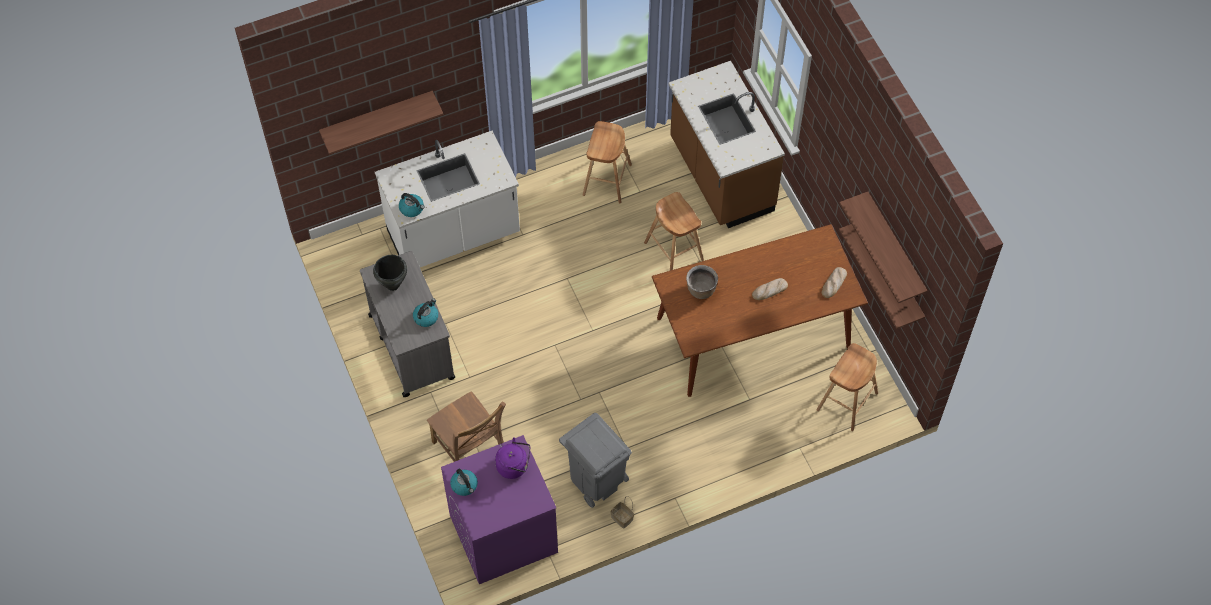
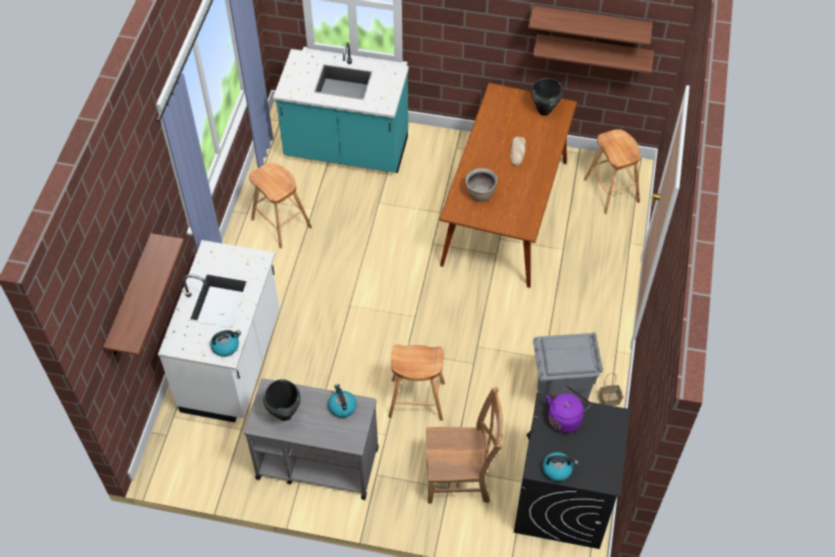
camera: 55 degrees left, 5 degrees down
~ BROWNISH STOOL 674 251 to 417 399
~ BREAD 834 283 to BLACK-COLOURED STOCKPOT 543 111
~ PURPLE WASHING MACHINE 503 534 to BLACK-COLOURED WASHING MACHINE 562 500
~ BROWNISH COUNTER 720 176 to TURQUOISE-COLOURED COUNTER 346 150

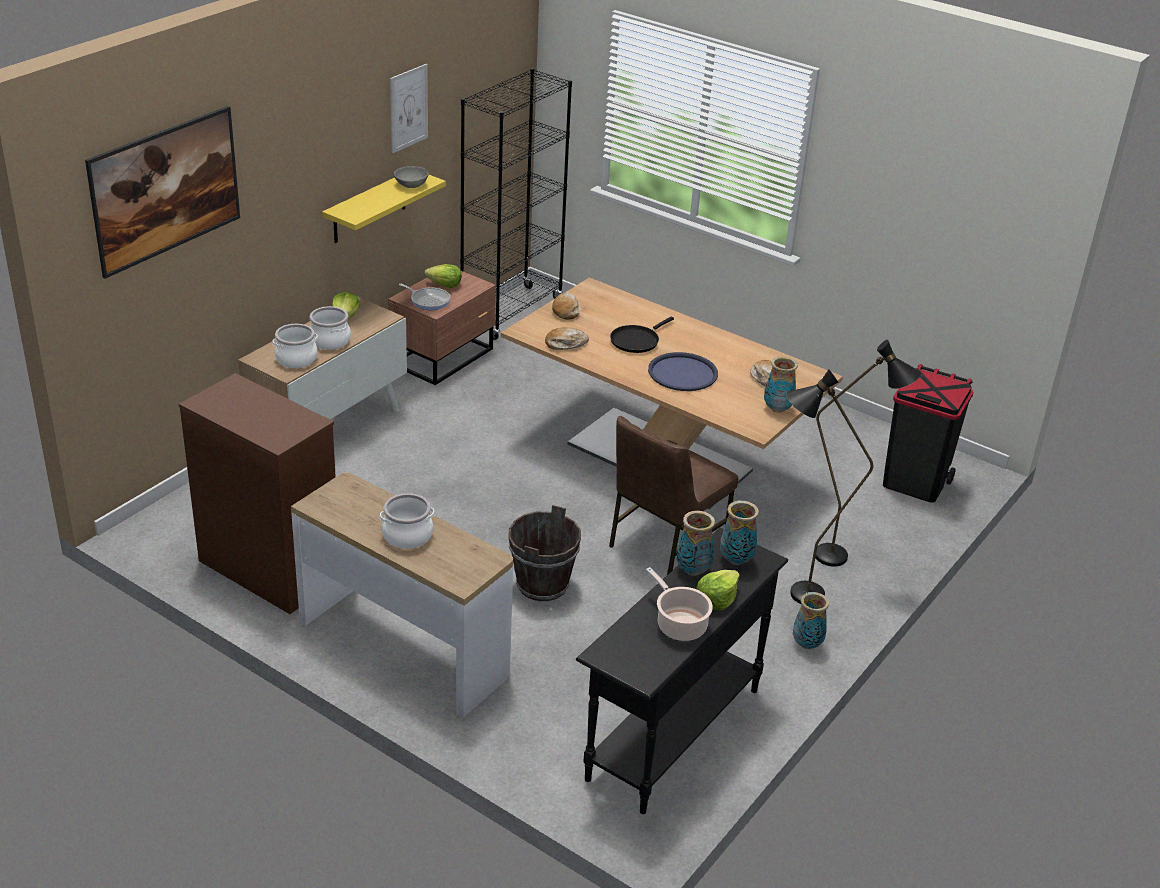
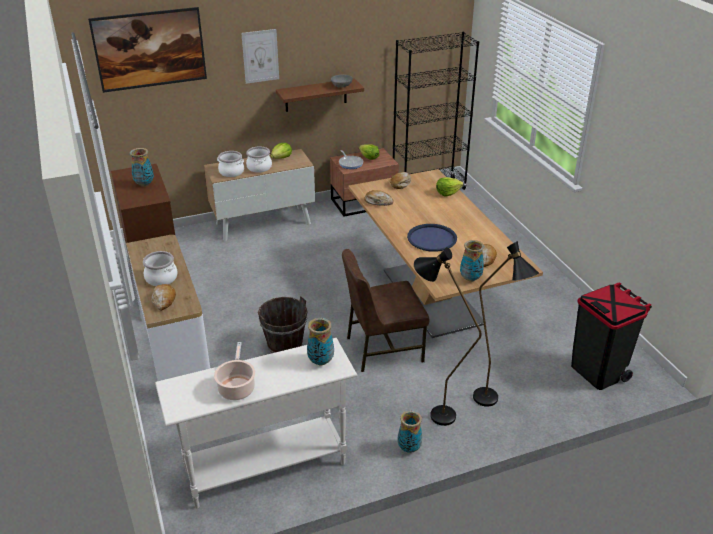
camera: 35 degrees right, 0 degrees up
- BLACK-COLOURED SKILLET 636 340
+ BREAD 164 300
~ PICTURE 408 108 to 260 56
~ FLOWER VASE 693 571 to 144 184
~ LETTUCE 717 599 to 447 192
~ YELLOW-COLOURED SHELF 369 207 to BROWNISH SHELF 316 95
~ BLACK-COLOURED HALL TABLE 672 734 to WHITE-COLOURED HALL TABLE 265 467

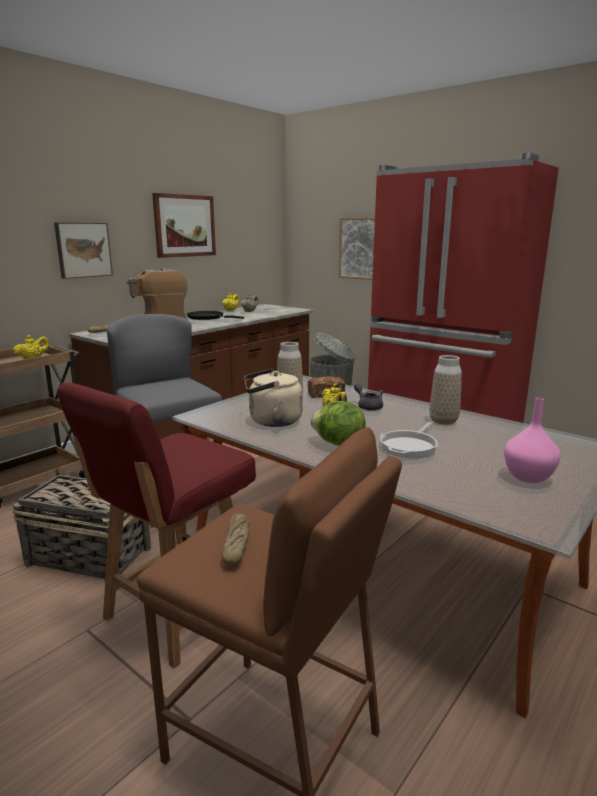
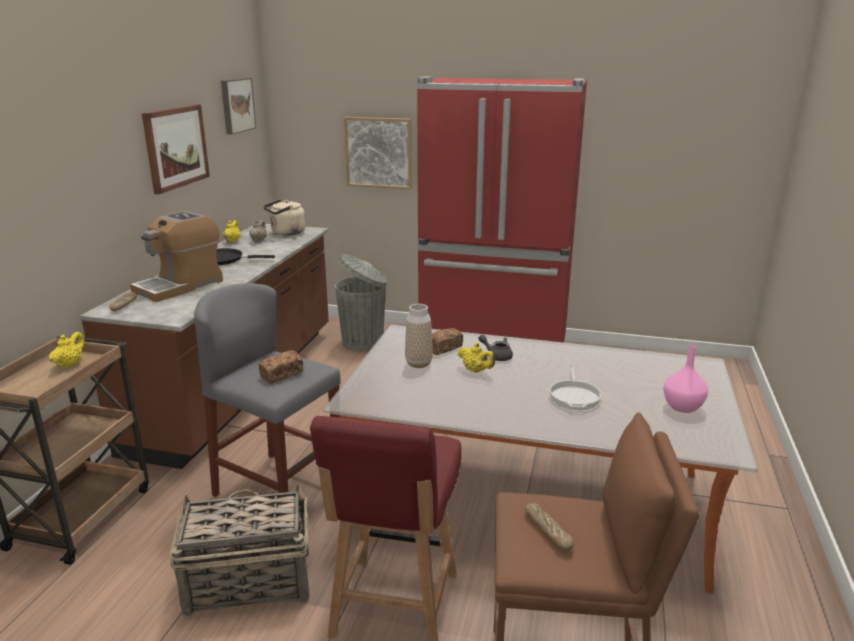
camera: 25 degrees left, 5 degrees up
- LETTUCE 338 443
- FLOWER VASE 443 421
+ BREAD 282 375
~ PICTURE 83 250 to 236 105
~ BEIGE TEA KETTLE 272 421 to 286 233

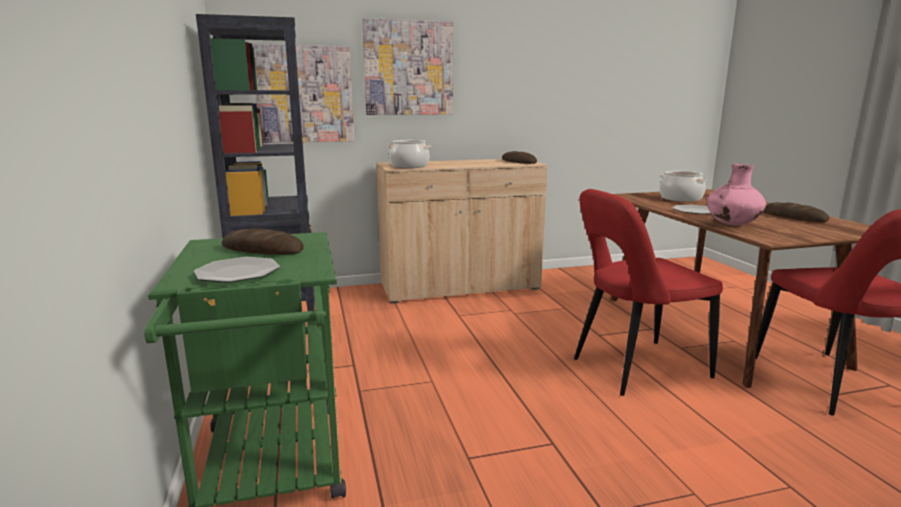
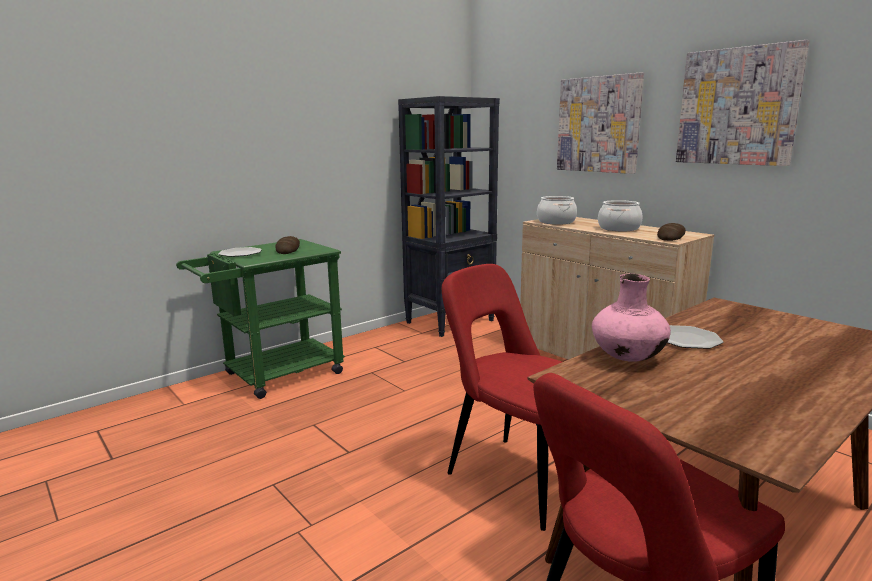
camera: 65 degrees right, 0 degrees up
- BREAD 793 217
~ PICTURE 305 94 to 737 107
~ STOCKPOT 680 198 to 618 228

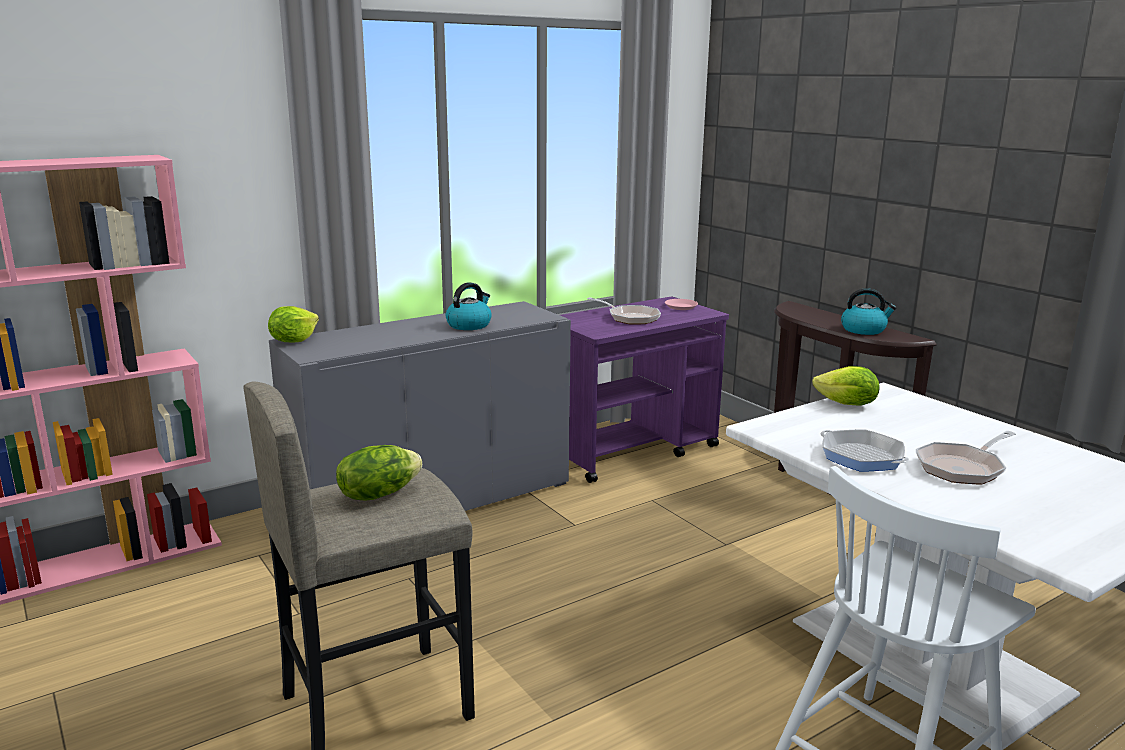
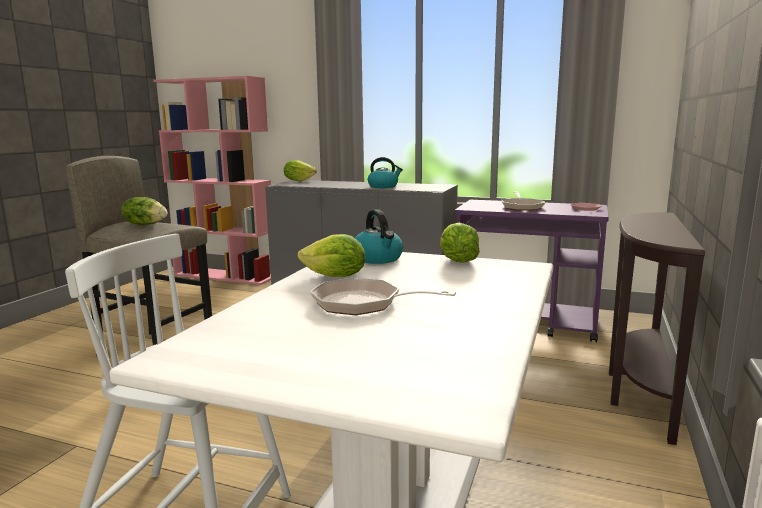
camera: 55 degrees right, 5 degrees down
~ TEA KETTLE 864 330 to 378 259
~ SKILLET 861 457 to LETTUCE 335 277

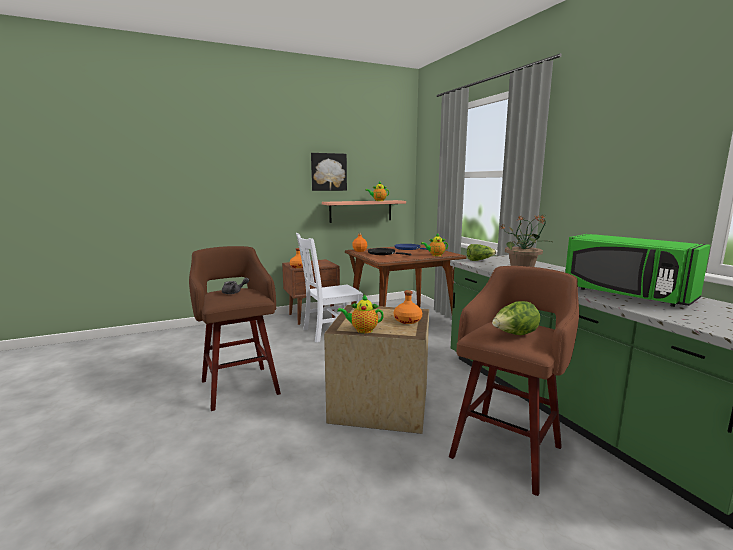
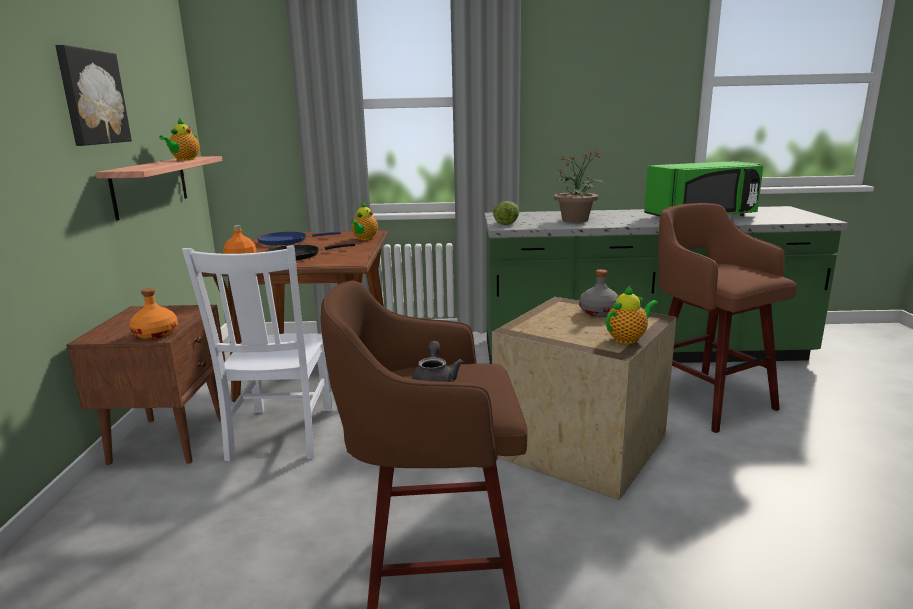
camera: 65 degrees left, 5 degrees up
- LETTUCE 514 335
~ ORANGEY DRINK BOTTLE 407 321 to GRAY DRINK BOTTLE 599 312
~ POT FOR TEA 362 330 = 628 339 150 degrees counterclockwise

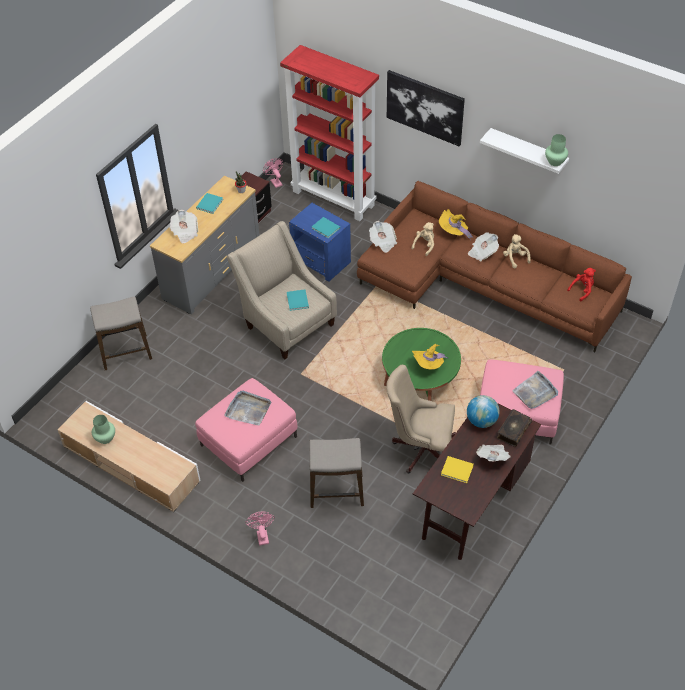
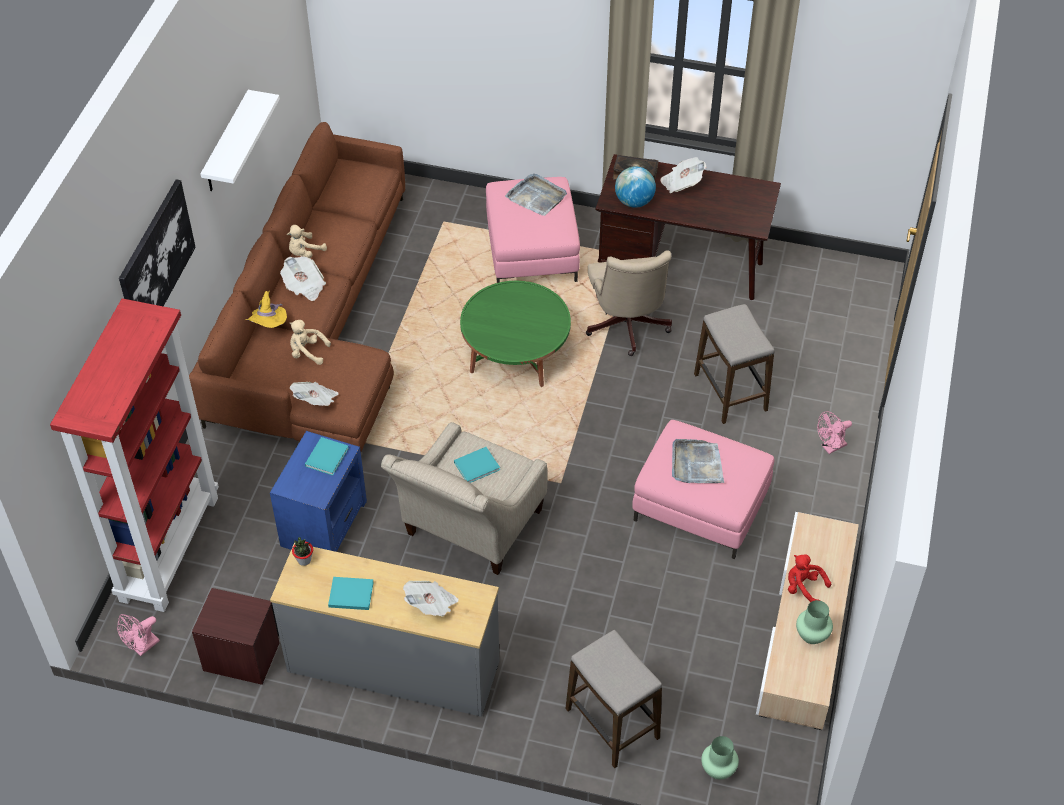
camera: 110 degrees left, 0 degrees up
- YELLOW-COLOURED HAT 428 365
- YELLOW-COLOURED VOLUME 458 470
~ GREENISH FLOWER VASE 555 161 to 717 769
~ REDDISH CUDDLY TOY 582 290 to 803 588

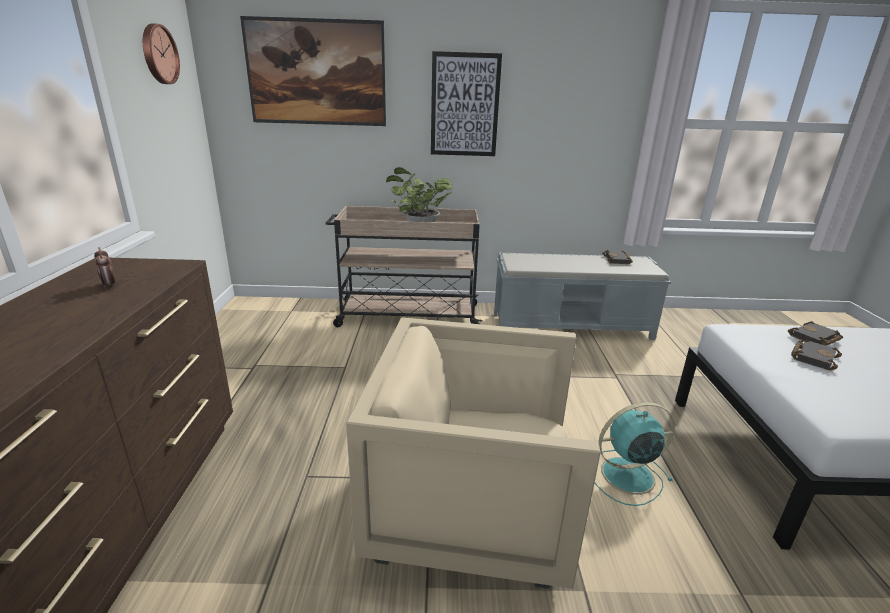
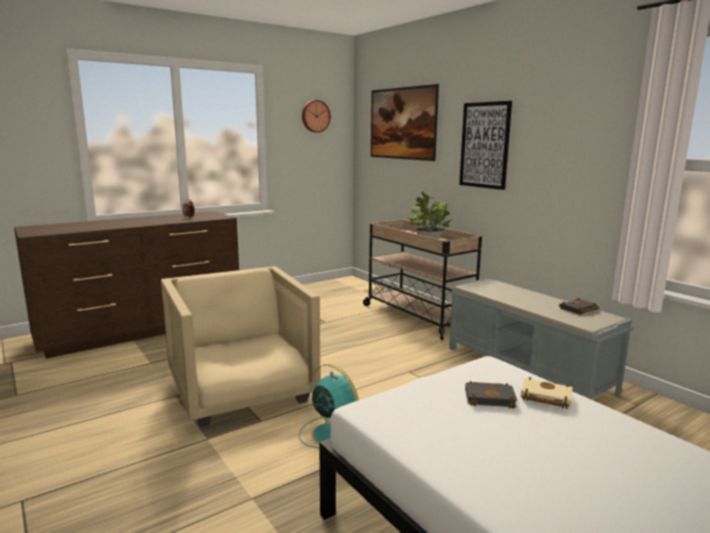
camera: 55 degrees right, 10 degrees down
~ BLACK-COLOURED VOLUME 814 338 to BEIGE VOLUME 544 397

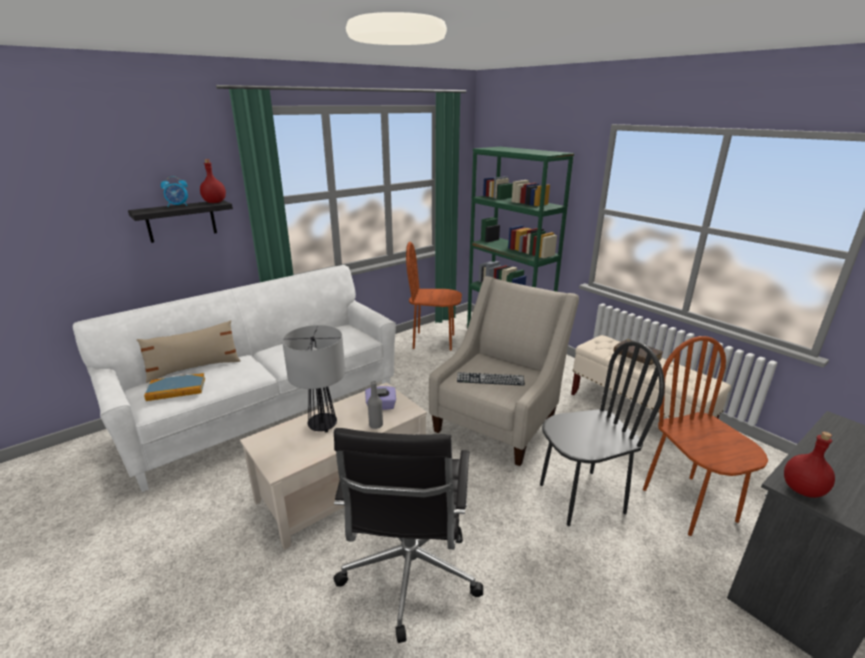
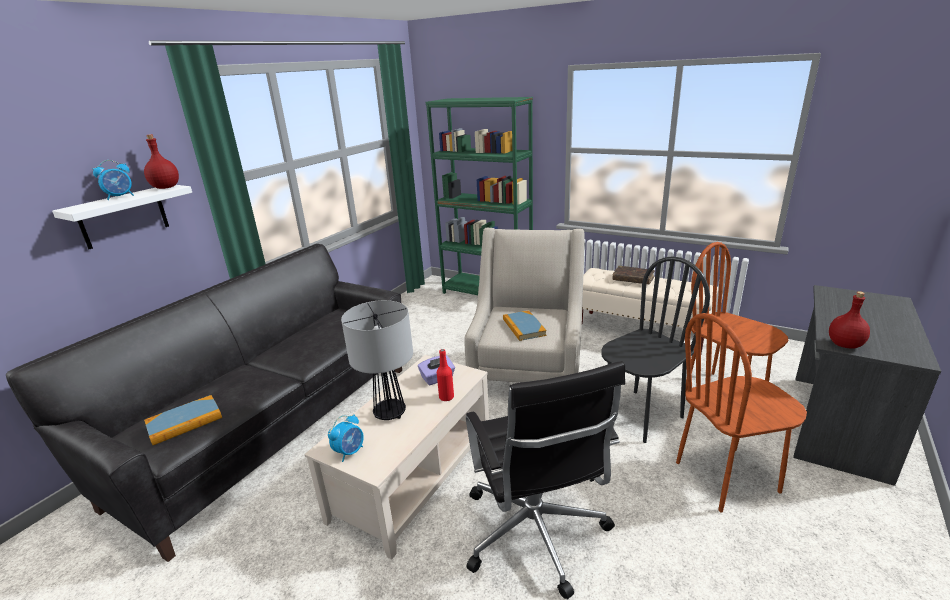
camera: 20 degrees left, 0 degrees up
- BEIGE PILLOW 194 368
+ ALARM CLOCK 350 452
~ BROWNISH PLAIN CHAIR 434 341 to 727 477
~ KEYBOARD 490 379 to VOLUME 523 327
~ WHITE-COLOURED SETTEE 266 413 to BLACK-COLOURED SETTEE 274 429
~ BLACK-COLOURED SHELF 181 221 to WHITE-COLOURED SHELF 123 216
~ GRAY DRINK BOTTLE 376 425 to REDDISH DRINK BOTTLE 446 397

